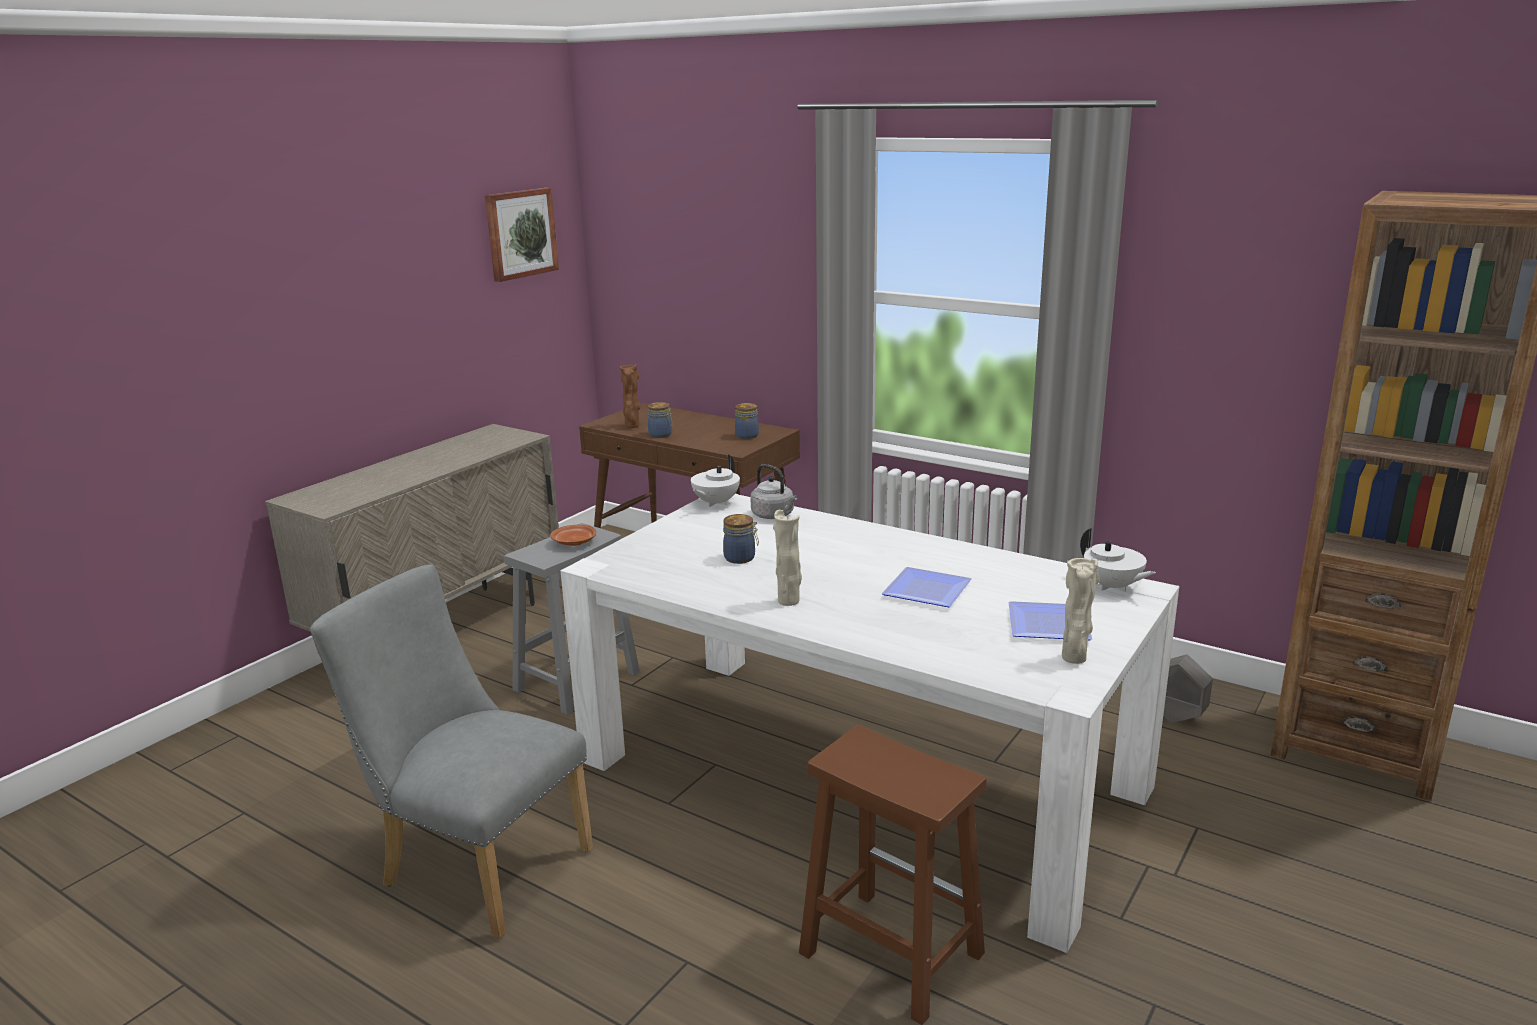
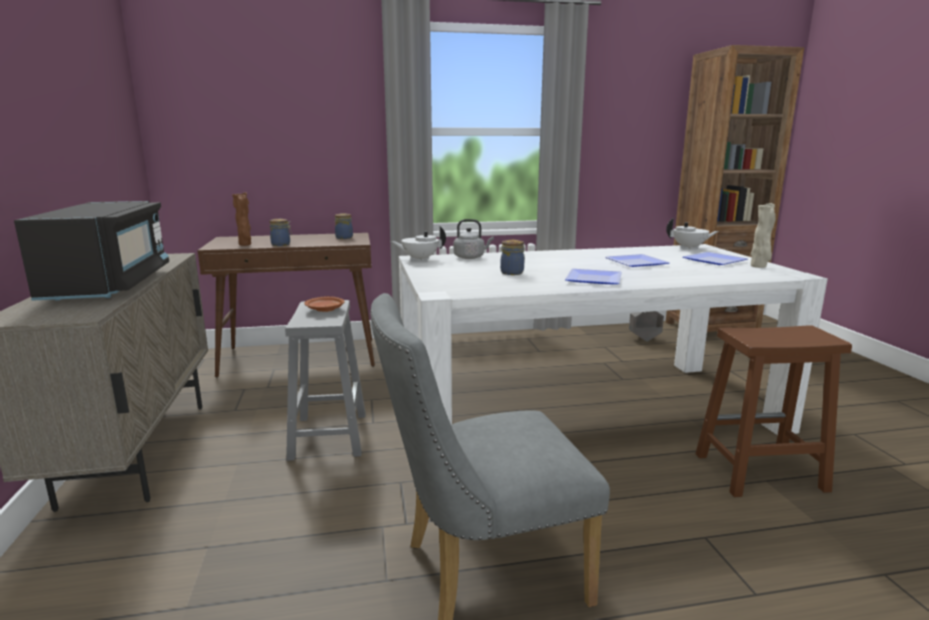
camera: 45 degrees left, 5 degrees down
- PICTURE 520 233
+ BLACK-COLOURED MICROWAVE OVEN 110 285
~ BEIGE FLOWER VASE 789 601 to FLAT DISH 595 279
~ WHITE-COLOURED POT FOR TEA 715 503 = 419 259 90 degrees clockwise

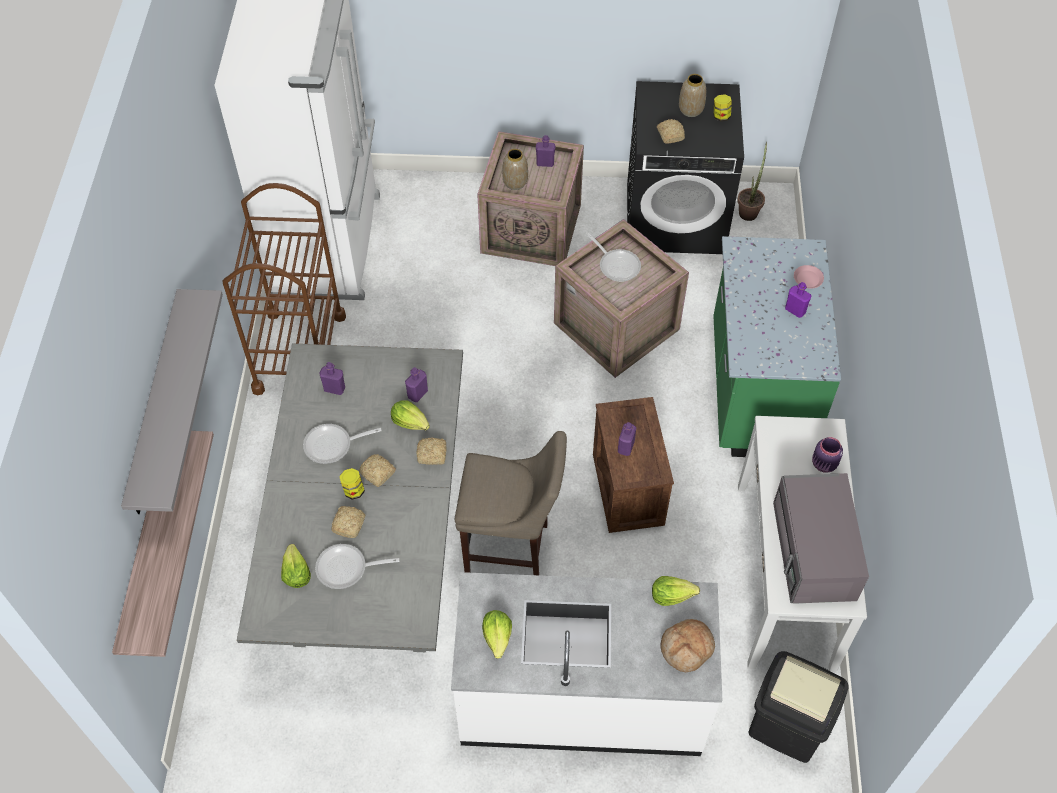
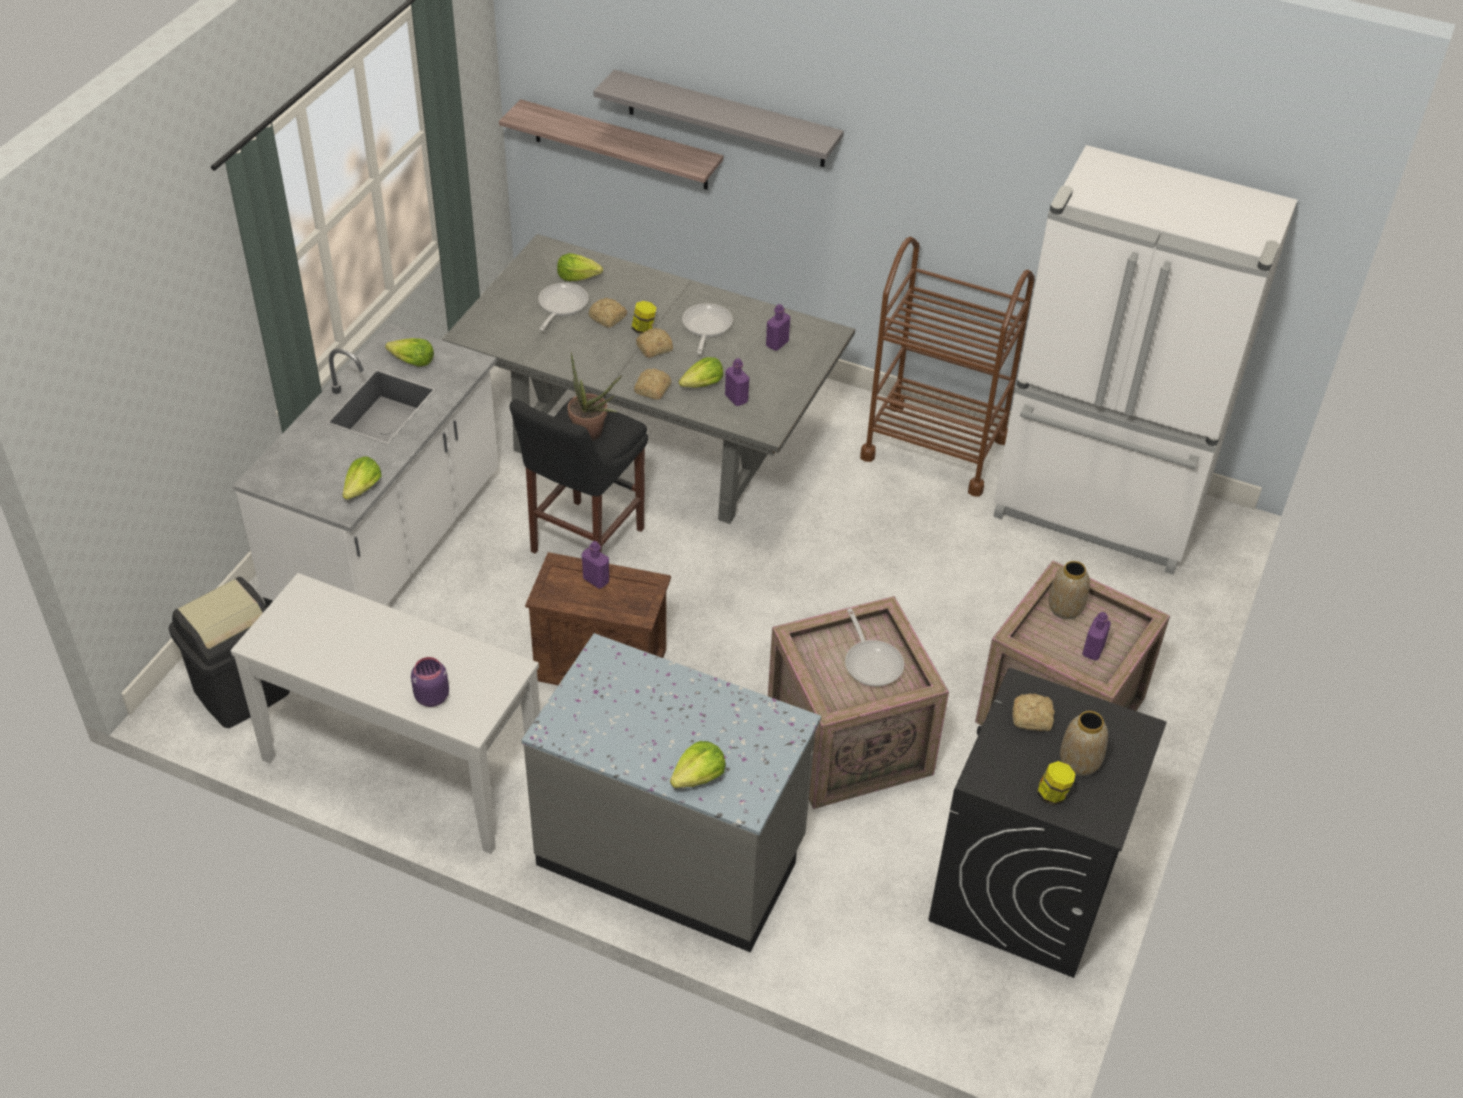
camera: 110 degrees right, 10 degrees down
- BREAD 687 648
- GRAY MICROWAVE OVEN 814 552
- PURPLE DRINK BOTTLE 795 310
~ HOUSEPLANT 749 210 to 593 435
~ PINK FLAT DISH 807 279 to LETTUCE 698 777
~ BEIGE STOOL 512 551 to BLACK-COLOURED STOOL 583 543
~ GREENISH COUNTER 756 390 to GRAY COUNTER 672 853
~ SKILLET 617 265 = 872 662 90 degrees counterclockwise

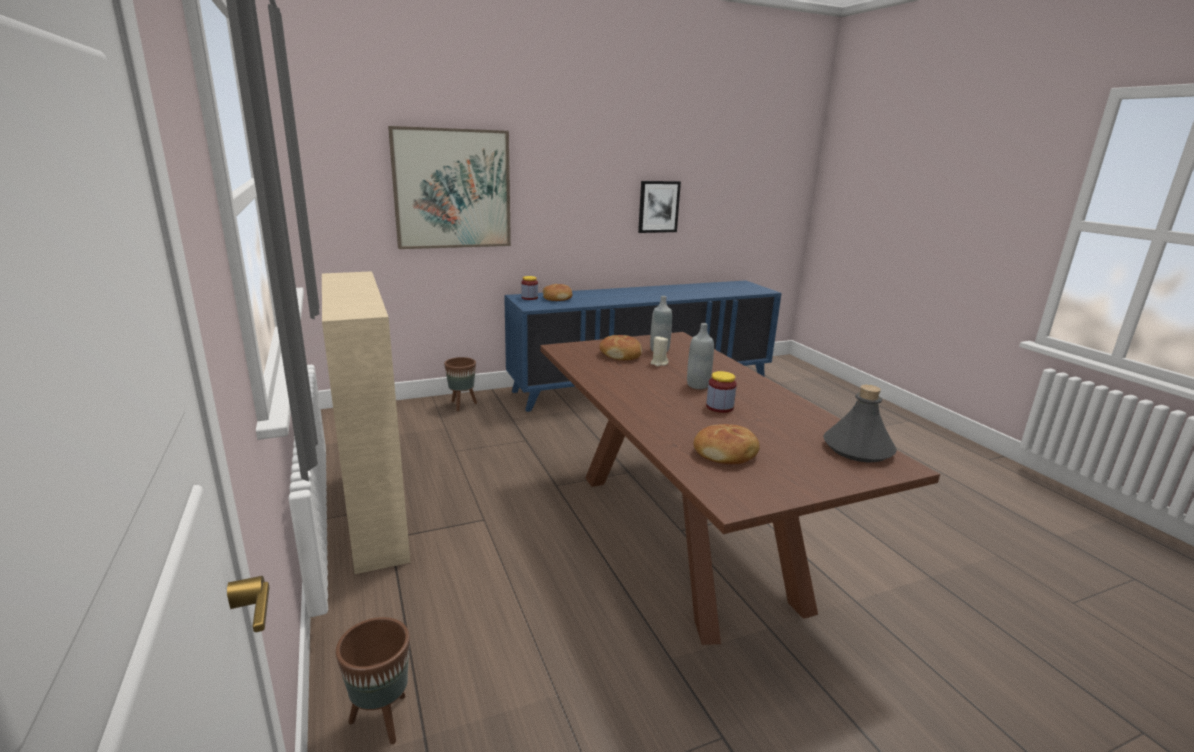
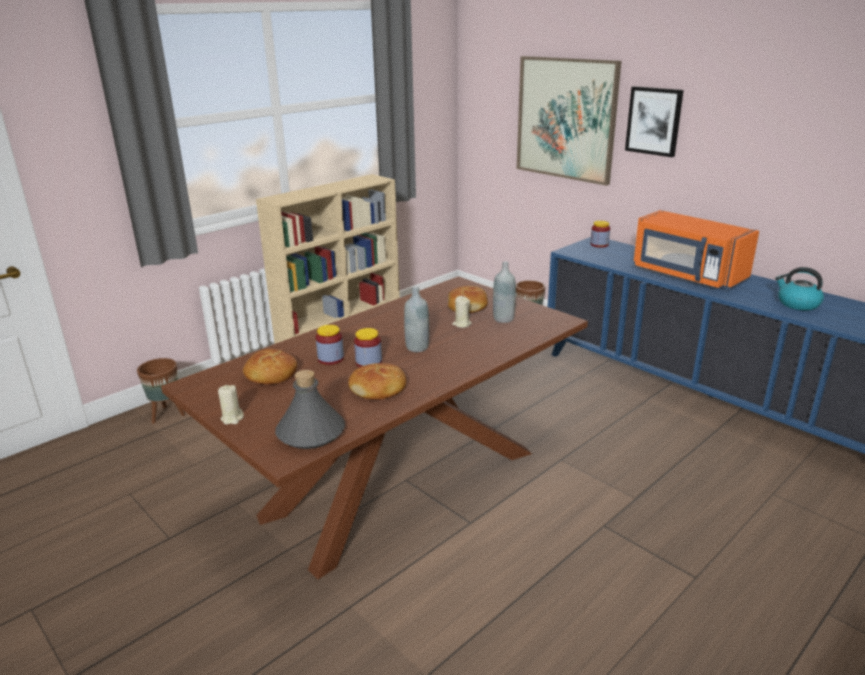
camera: 70 degrees right, 5 degrees up
+ BEIGE CANDLE 232 418
+ JAR 330 359
+ ORANGEY MICROWAVE OVEN 687 275
+ TEA KETTLE 797 304
~ BREAD 557 298 to 379 389
~ PICTURE 658 206 to 654 121

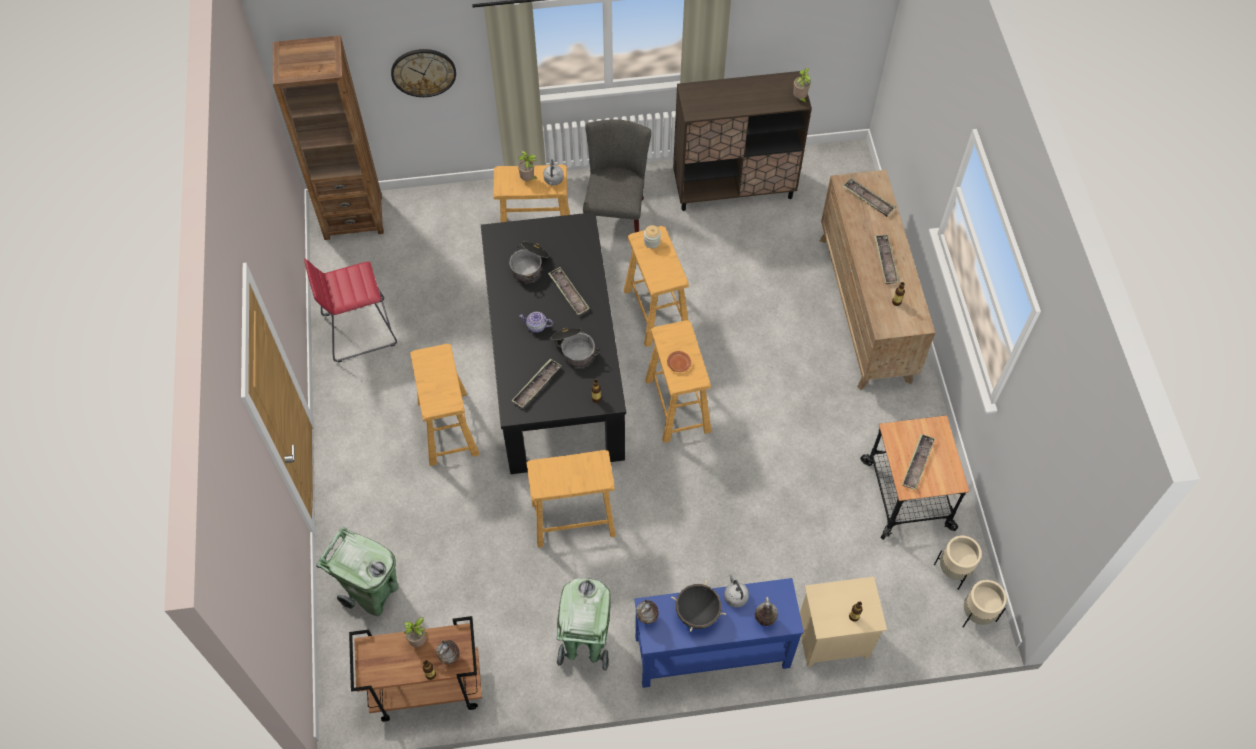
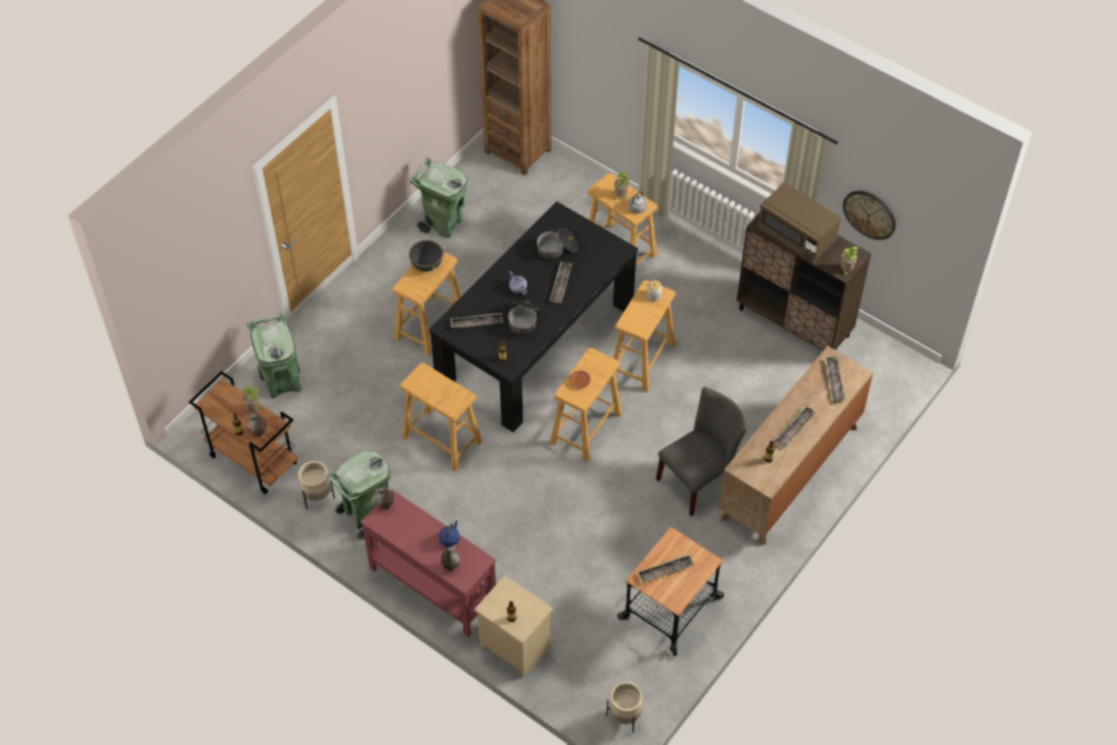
camera: 45 degrees right, 5 degrees down
+ BROWNISH MICROWAVE OVEN 796 237
~ CLOCK ON THE WALL 423 72 to 870 214
~ GRAY PLAIN CHAIR 616 214 to 700 479
~ BLACK-COLOURED STOCKPOT 697 614 to 427 265
~ BEIGE FLOWER POT 952 571 to 318 496
~ REDDISH STOOL 359 330 to GREENISH TRASH CAN 443 224
~ BLUE HALL TABLE 711 652 to REDDISH HALL TABLE 432 586
~ GRAY TEA KETTLE 735 596 to BLUE TEA KETTLE 450 539

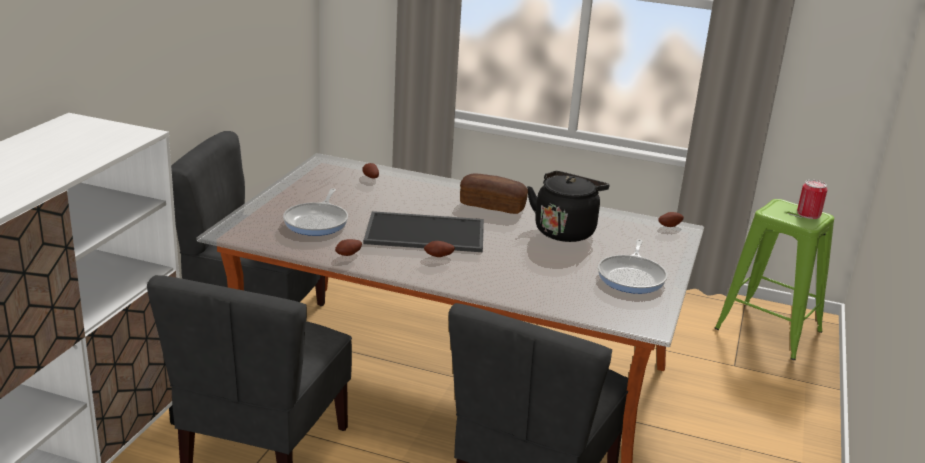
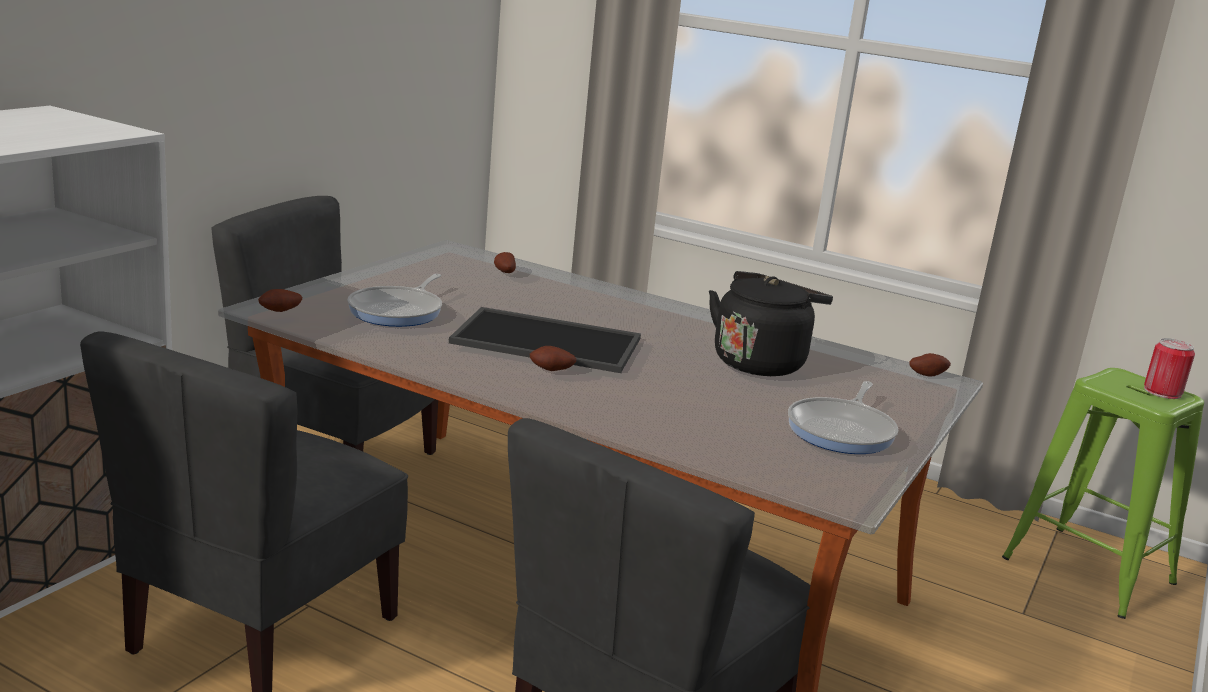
camera: 10 degrees right, 5 degrees down
- BREAD 492 205
~ WHOLE POTATO 349 255 to 280 312

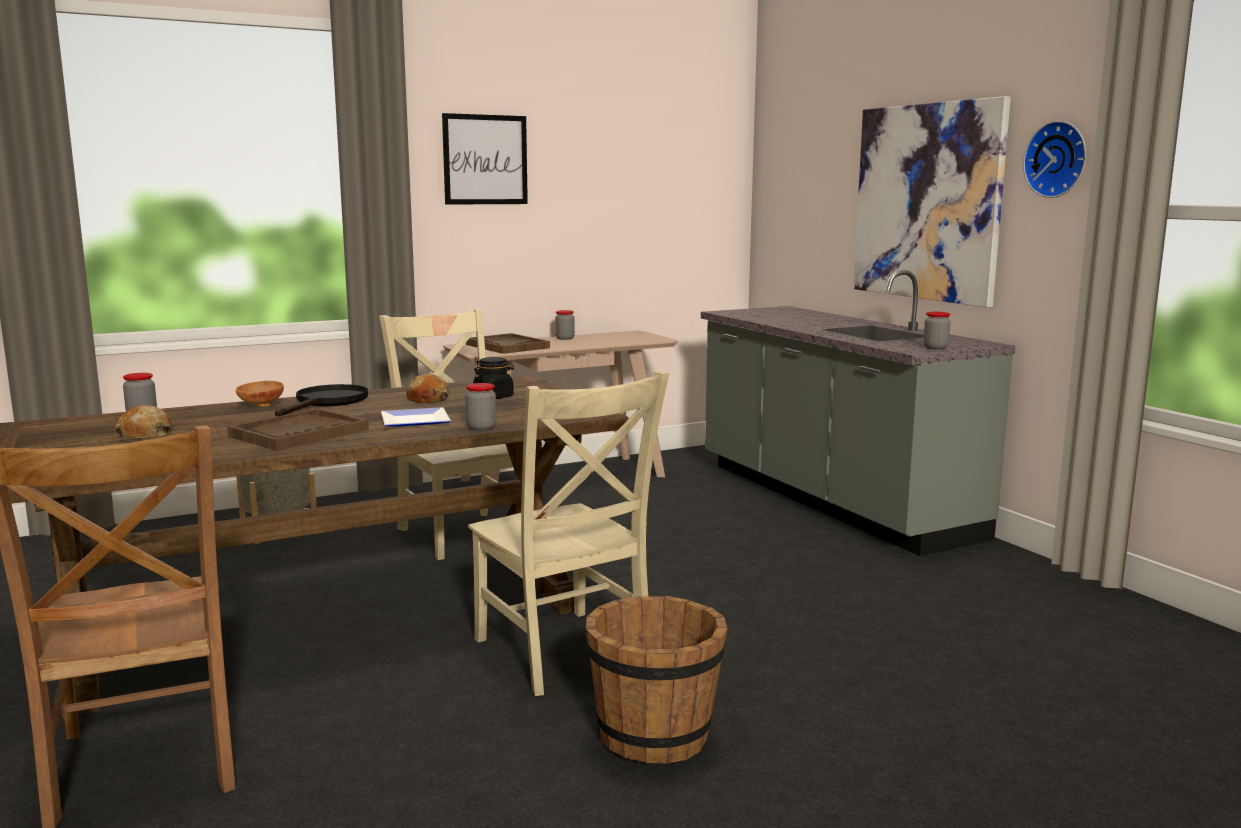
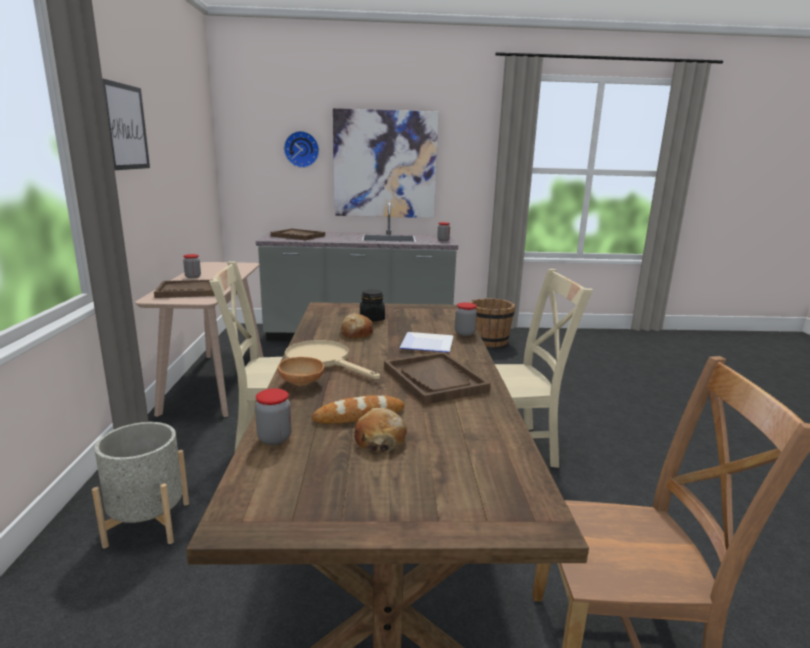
camera: 65 degrees left, 5 degrees up
+ BROWNISH CARRYING TRAY 298 236
+ BREAD 359 415
~ BROWNISH BUCKET 654 735 to 489 341
~ CLOCK ON THE WALL 1058 159 to 302 149
~ BLACK-COLOURED SKILLET 327 402 to BEIGE SKILLET 324 361

